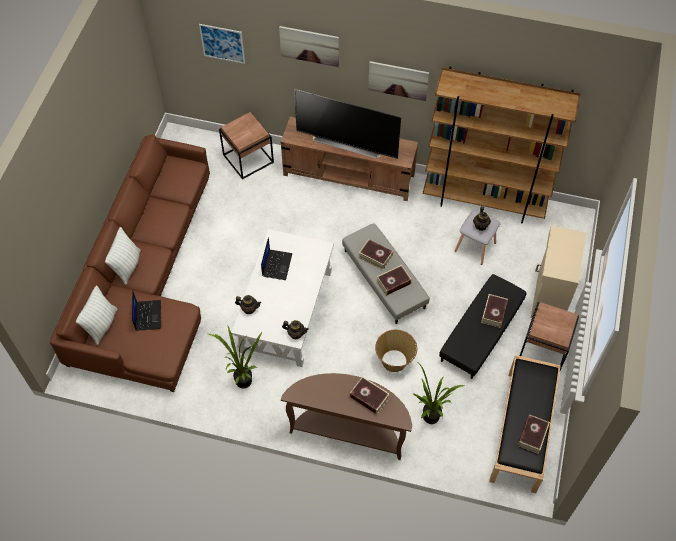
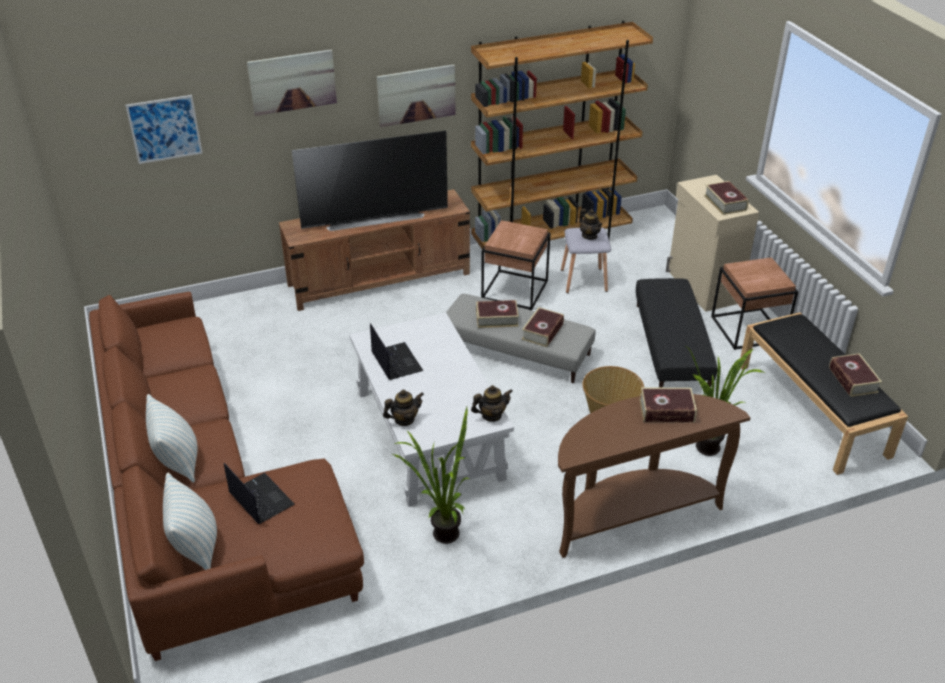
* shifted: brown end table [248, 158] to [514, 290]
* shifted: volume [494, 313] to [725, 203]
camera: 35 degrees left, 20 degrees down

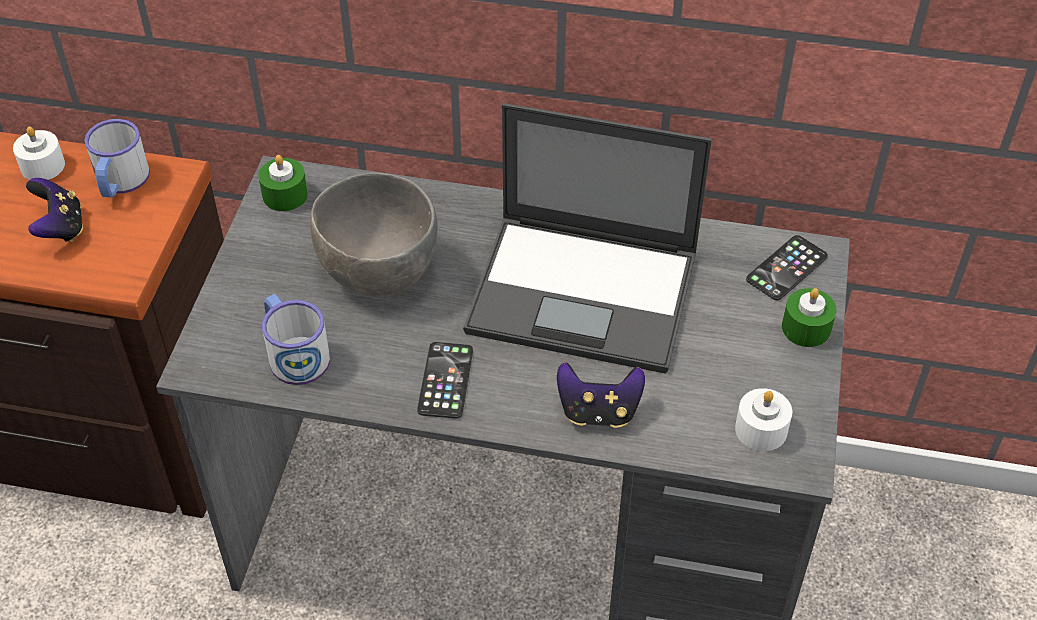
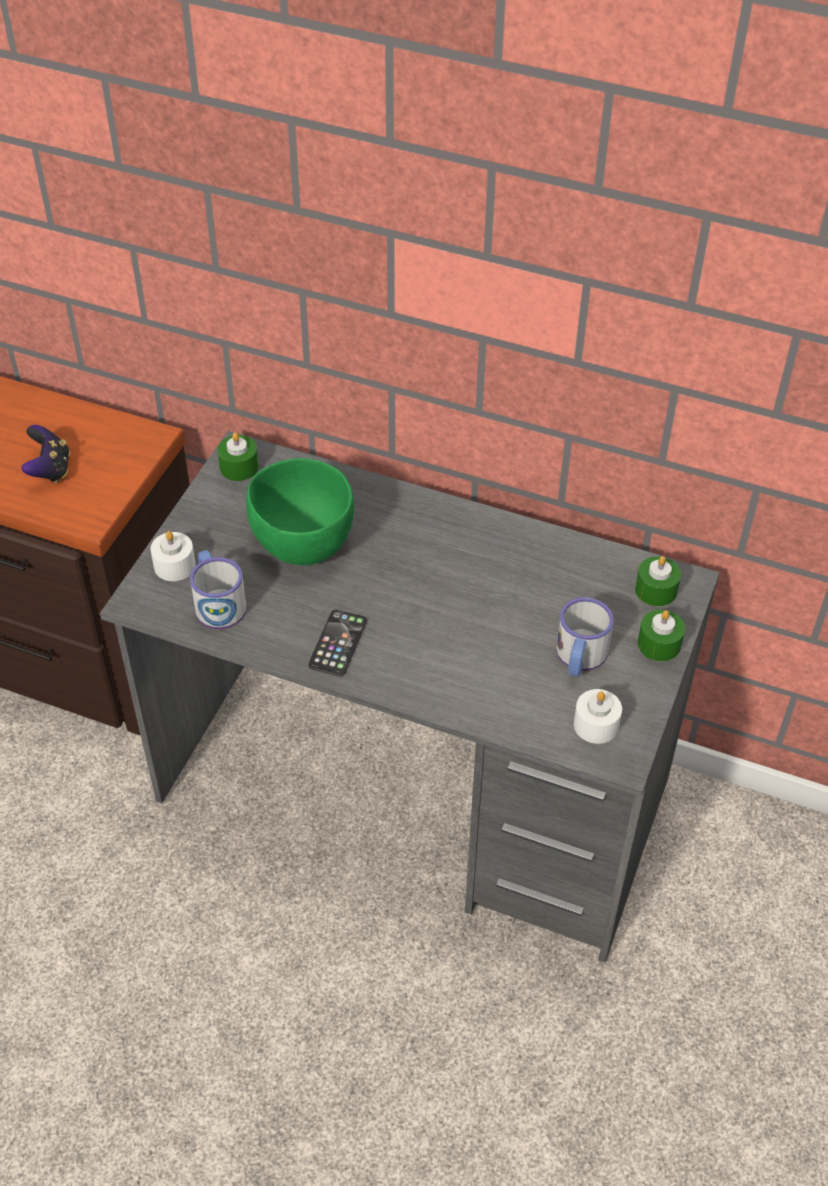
* gone: notebook computer [586, 293]
* shifted: mug [120, 182] to [579, 658]
* shifted: white-coloured wax light [42, 166] to [174, 565]
* repainted: gray serving bowl [378, 272] to greenish serving bowl [302, 544]
* swapped: telephone [786, 268] to greenish wax light [656, 590]
* gone: gamepad [598, 411]
camera: 10 degrees right, 0 degrees up

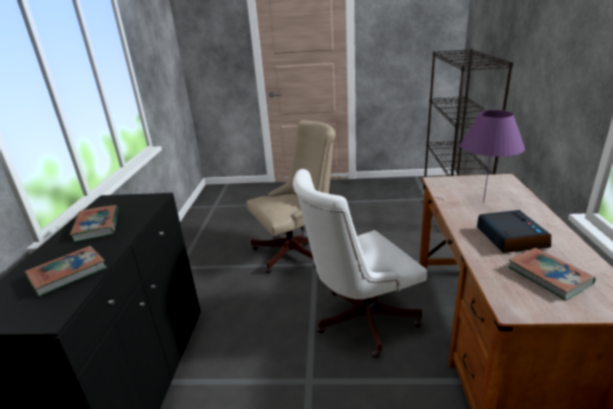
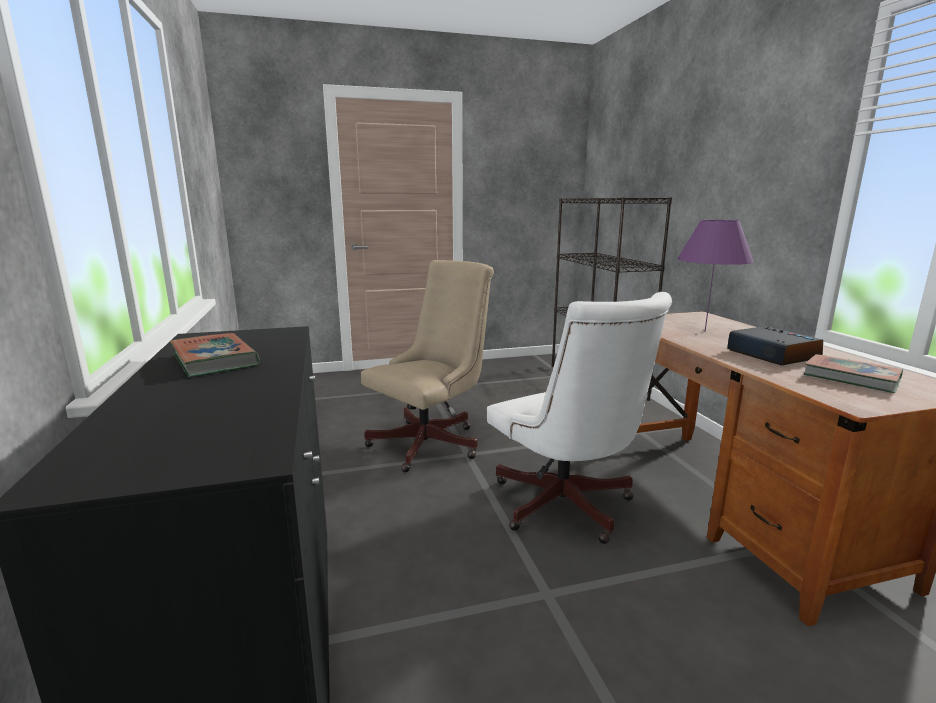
* rotated: white-coloured desk chair [359, 319] = [566, 508] 75 degrees counterclockwise
* gone: volume [68, 273]
camera: 20 degrees left, 10 degrees down

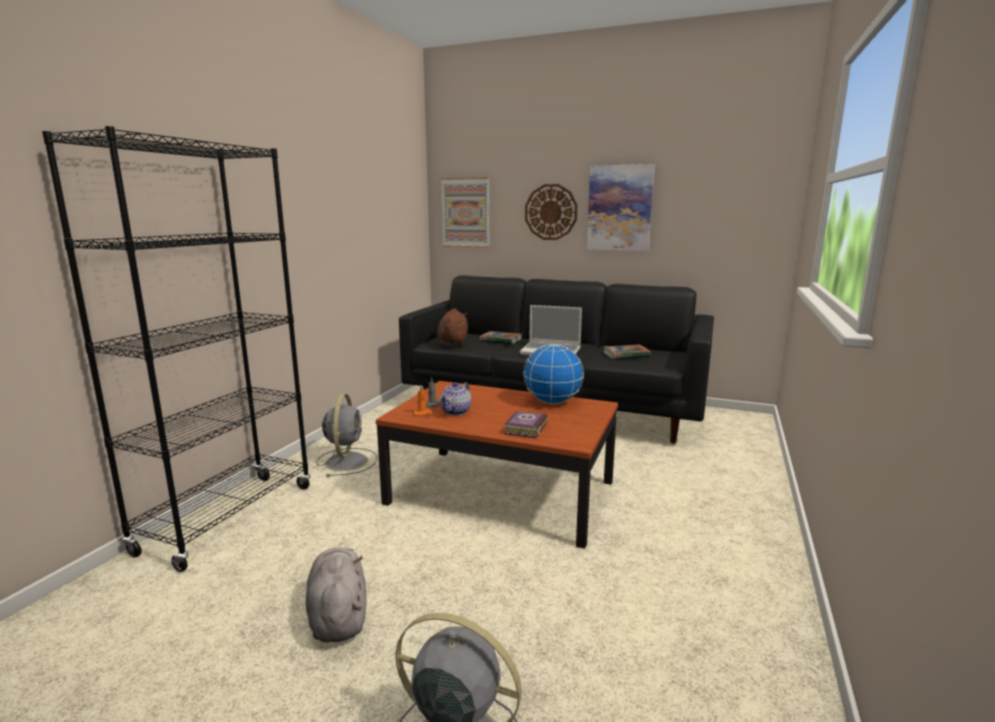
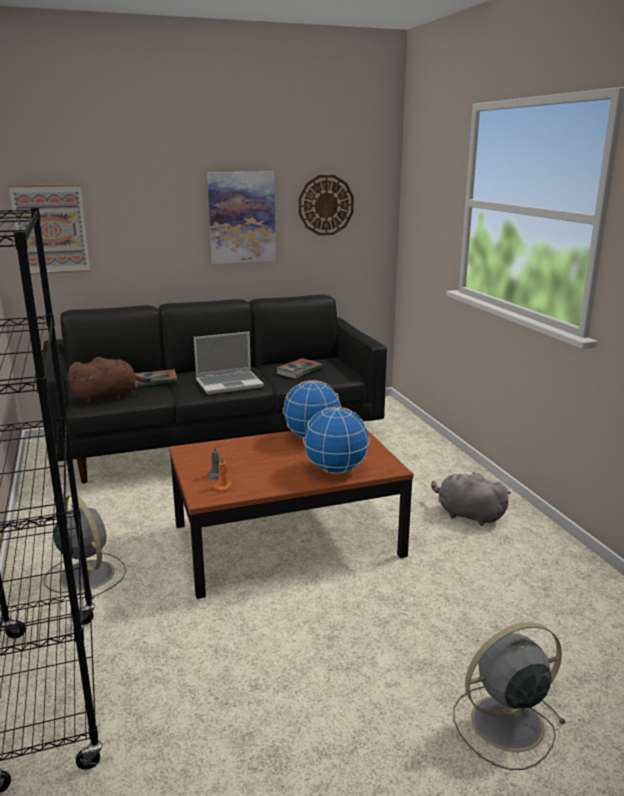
* shifted: wall clock [551, 212] to [325, 205]
* rotated: brown plush toy [453, 343] = [108, 397] 105 degrees clockwise
* gone: tea pot [456, 412]
* swapped: volume [524, 429] to desk globe [335, 470]
* shifted: gray plush toy [338, 615] to [467, 515]
camera: 40 degrees left, 5 degrees up

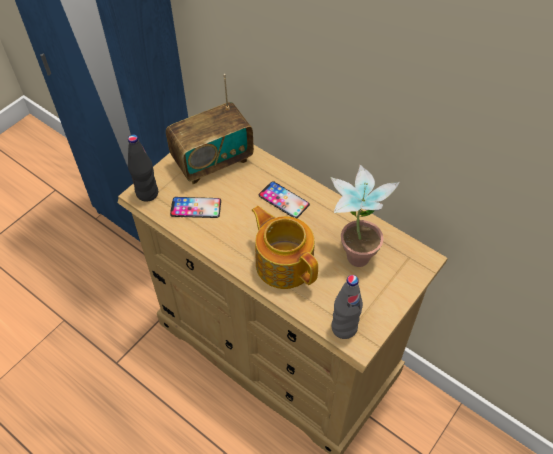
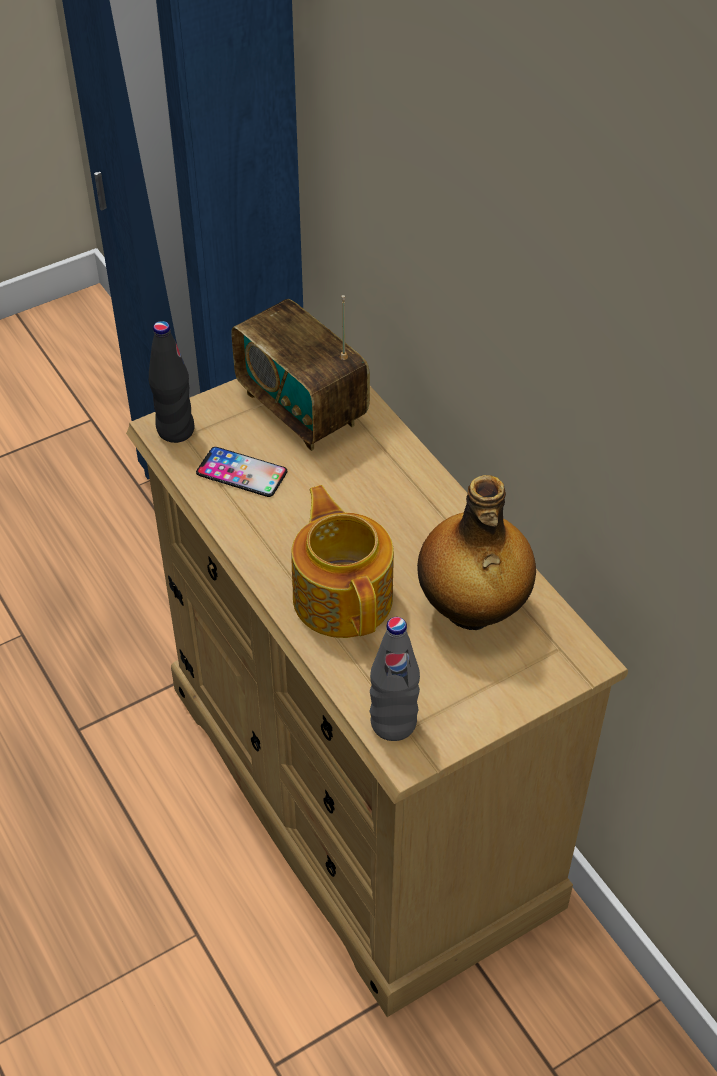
* rotated: radio receiver [212, 161] = [302, 408] 60 degrees clockwise
* swapped: plant in a pot [355, 250] to beverage bottle [471, 611]
* gone: telephone [283, 200]
camera: 20 degrees right, 5 degrees down

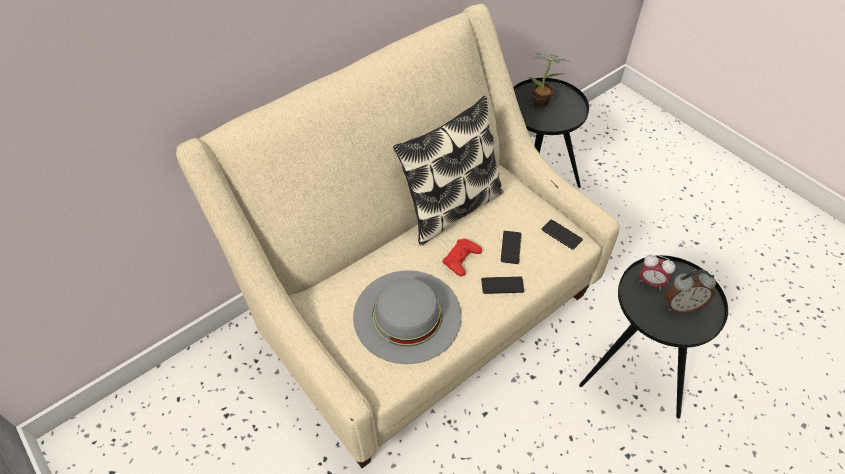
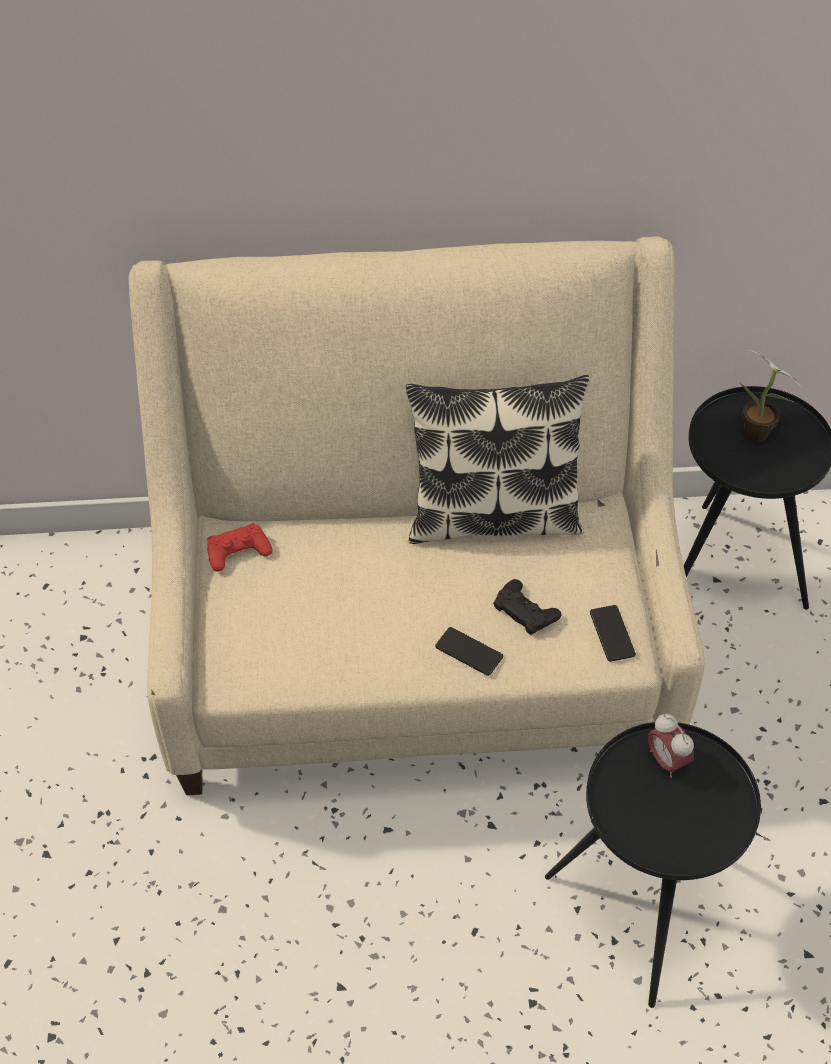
* swapped: telephone [511, 247] to black-coloured gamepad [525, 611]
* shifted: red-coloured gamepad [461, 259] to [238, 551]
* gone: gray clothing hat [407, 315]
* gone: table clock [681, 306]
camera: 35 degrees right, 0 degrees up

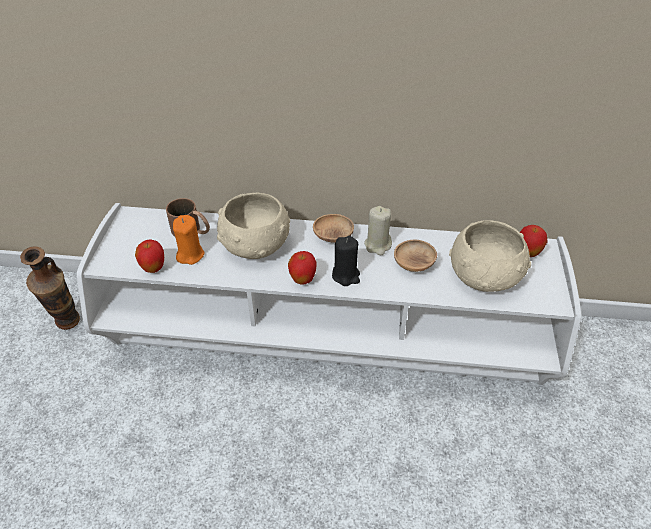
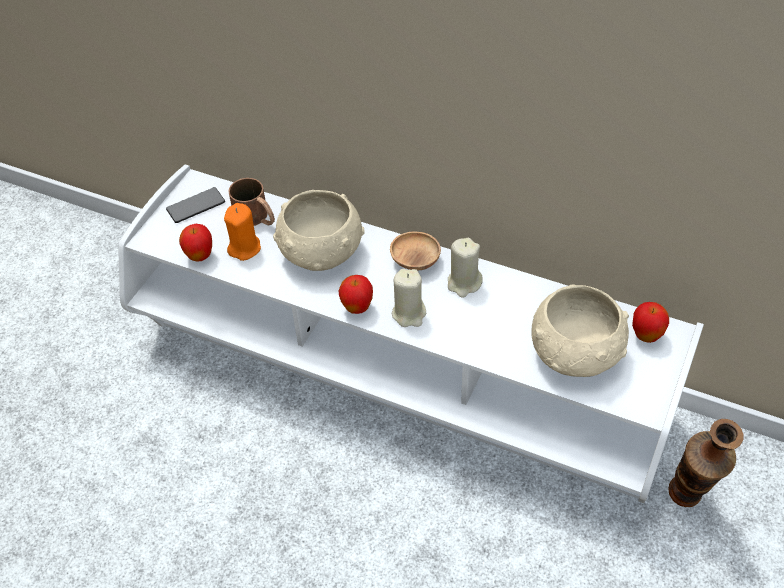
* repainted: black-coloured wax light [346, 275] to sand-coloured wax light [409, 313]
* gone: brown serving bowl [413, 264]
* shifted: flower vase [69, 327] to [687, 504]
* new: telephone [196, 206]
camera: 20 degrees right, 5 degrees up

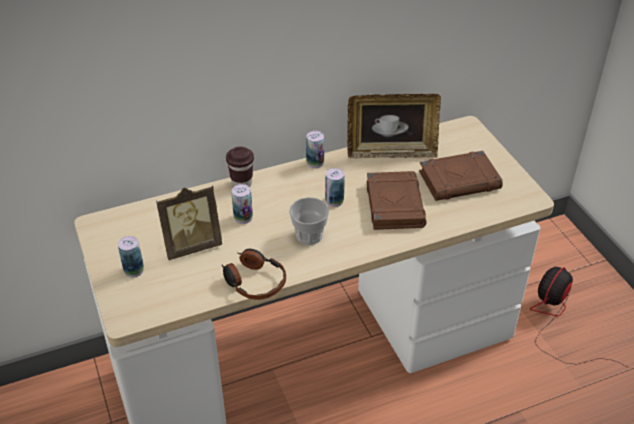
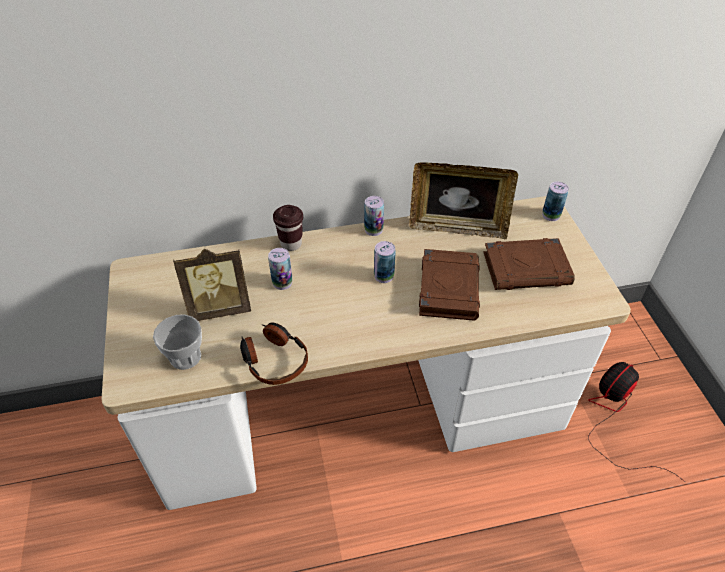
* shifted: cup [309, 235] to [185, 357]
* shifted: can [134, 270] to [551, 215]
camera: 10 degrees right, 5 degrees up

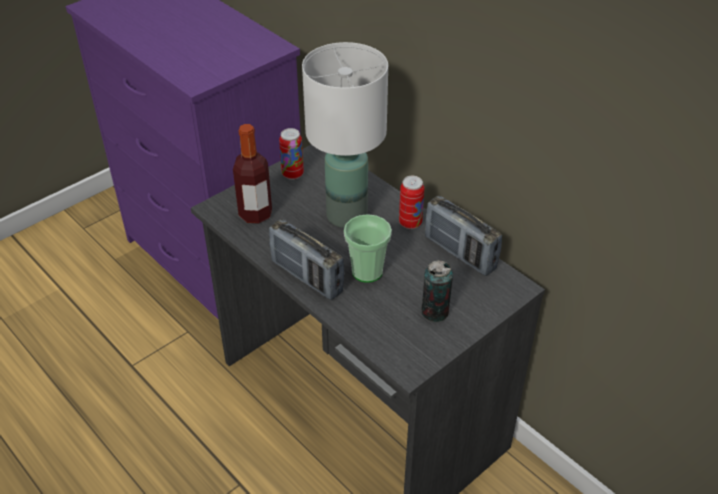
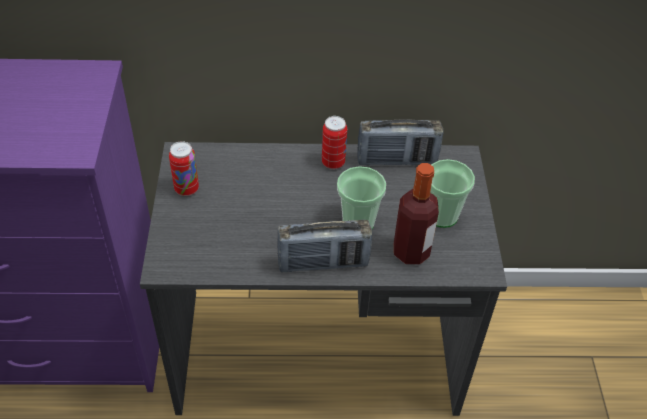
* gone: white-coloured lamp for a table [345, 215]
* shifted: beverage bottle [255, 214] to [411, 252]
* swapped: can [435, 312] to cup [442, 216]
camera: 50 degrees left, 5 degrees up

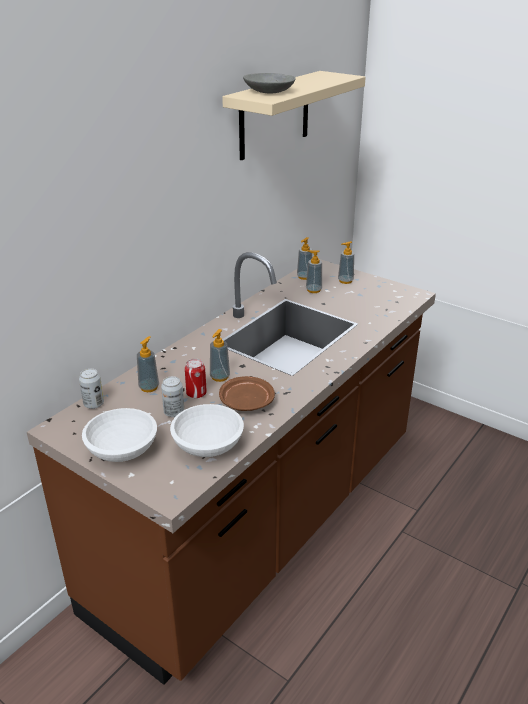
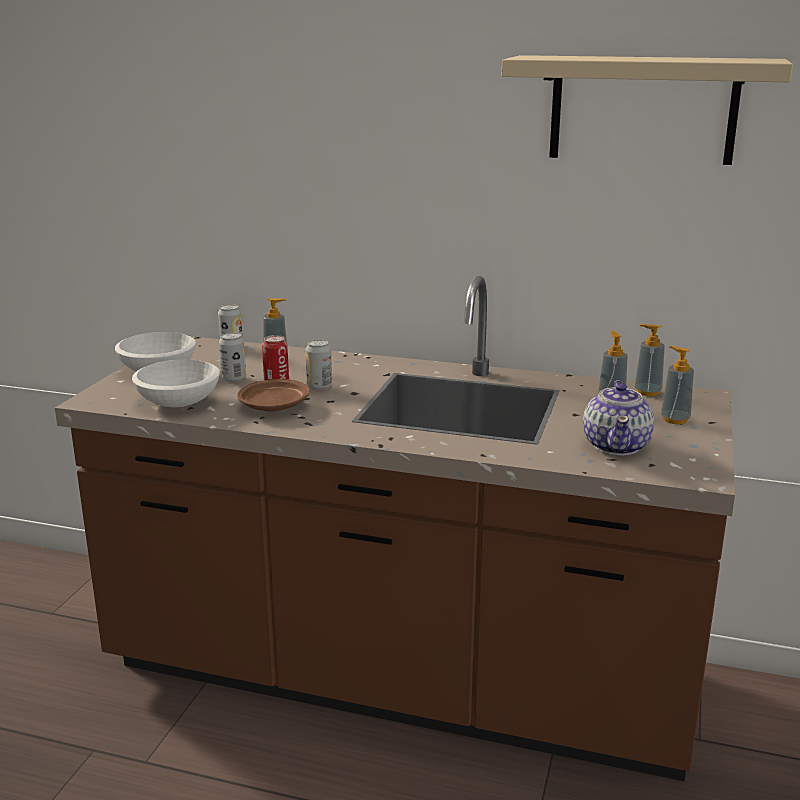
* gone: gray serving bowl [270, 91]
* swapped: liquid soap bottle [220, 377] to can [319, 386]
* new: tea pot [617, 445]
camera: 70 degrees right, 10 degrees down

